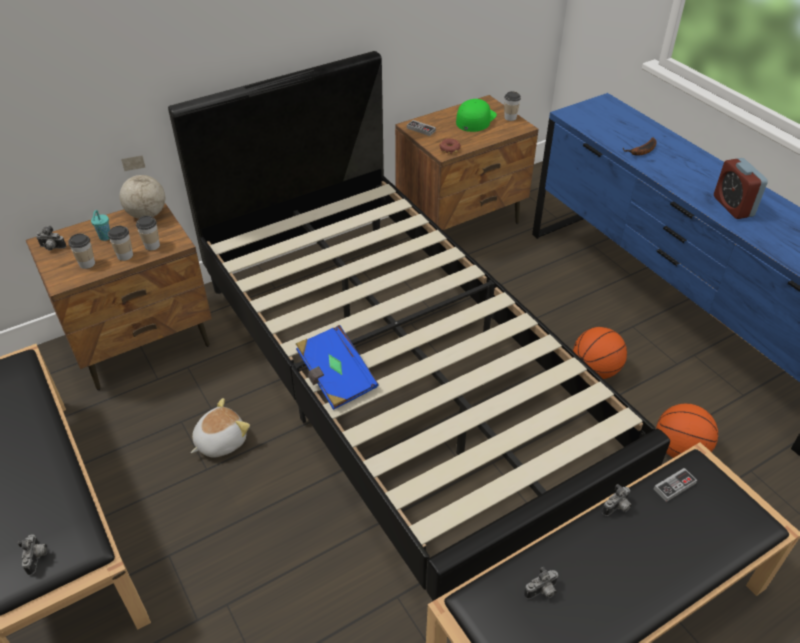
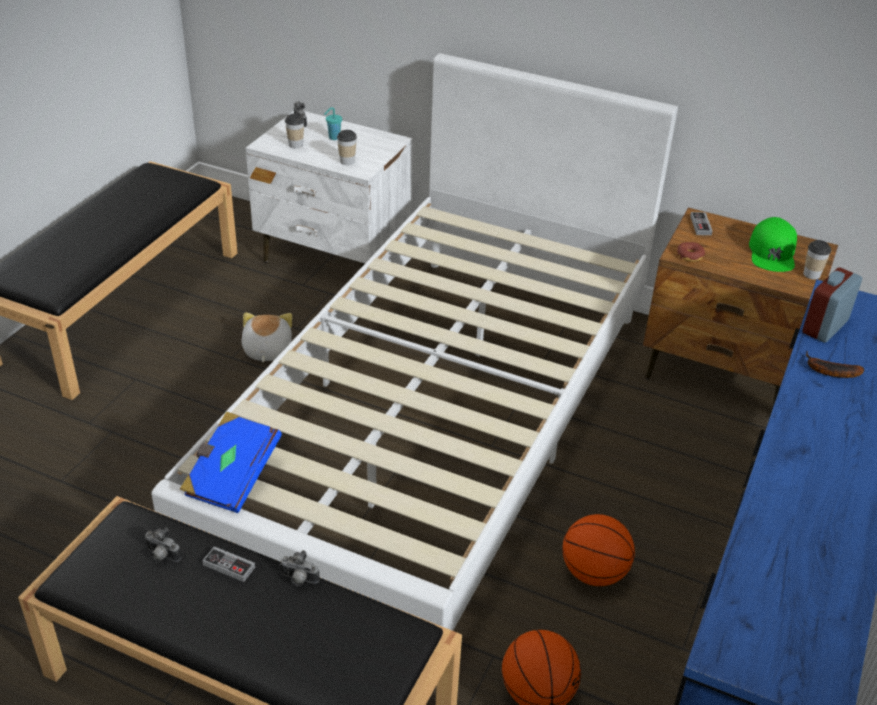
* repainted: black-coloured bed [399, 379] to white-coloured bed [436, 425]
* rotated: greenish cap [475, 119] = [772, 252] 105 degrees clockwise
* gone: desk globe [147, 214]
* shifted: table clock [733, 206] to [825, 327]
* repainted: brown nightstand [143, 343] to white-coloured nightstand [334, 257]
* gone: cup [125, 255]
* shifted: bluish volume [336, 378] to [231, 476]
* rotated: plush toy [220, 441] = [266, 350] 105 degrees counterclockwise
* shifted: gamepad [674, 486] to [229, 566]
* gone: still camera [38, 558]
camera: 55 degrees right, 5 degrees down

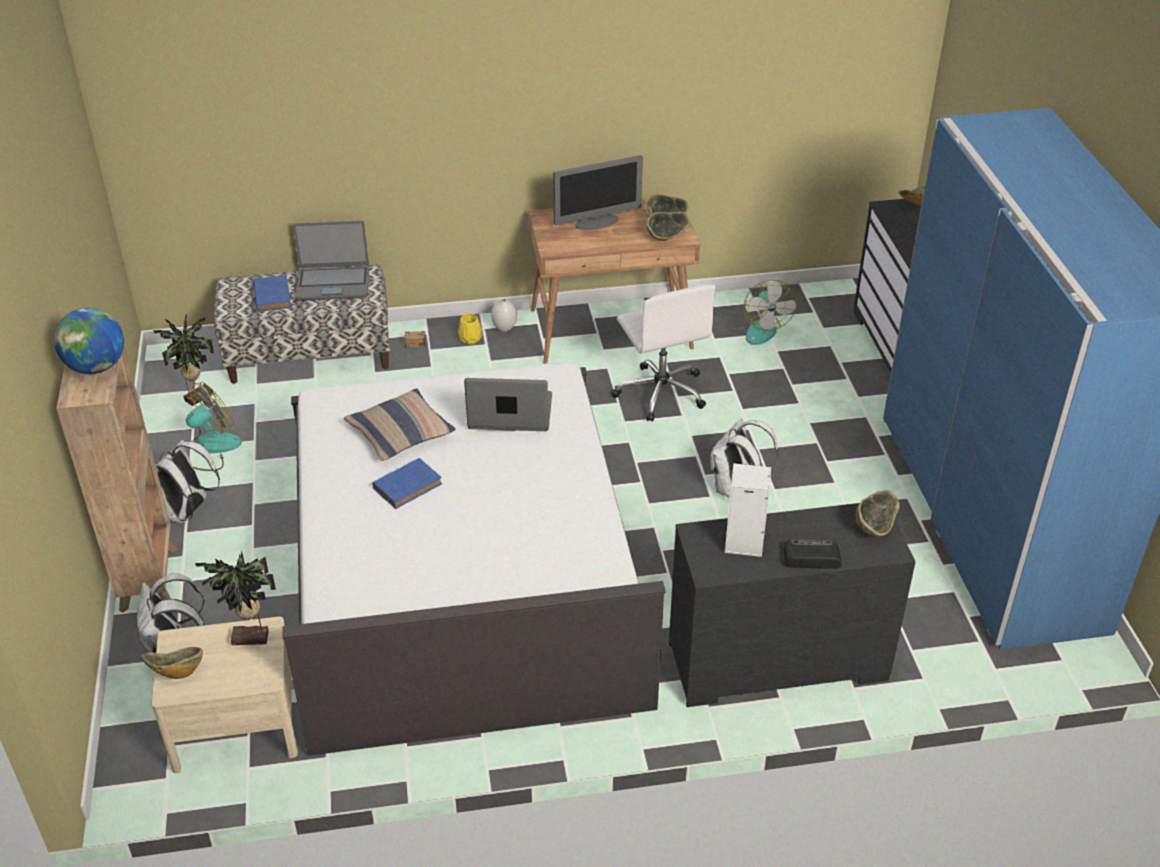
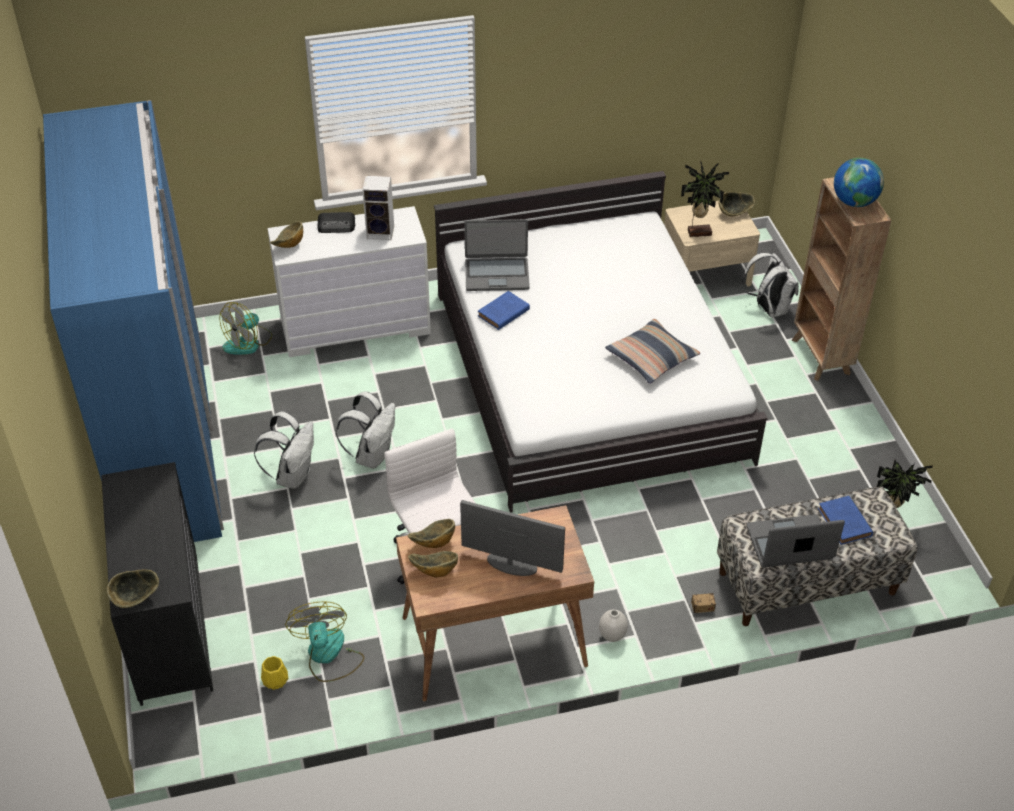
* rotated: computer display [597, 222] = [511, 564] 45 degrees clockwise
* shifted: yellowish flower vase [471, 339] to [274, 680]
* shifted: notebook computer [510, 413] to [497, 274]
* shifted: cooling fan [209, 448] to [248, 342]
* shifted: white-coloured rucksack [186, 512] to [293, 475]
* shifted: bluish volume [409, 485] to [502, 313]
* repainted: black-coloured dresser [777, 663] to white-coloured dresser [355, 326]
camera: 175 degrees right, 5 degrees up

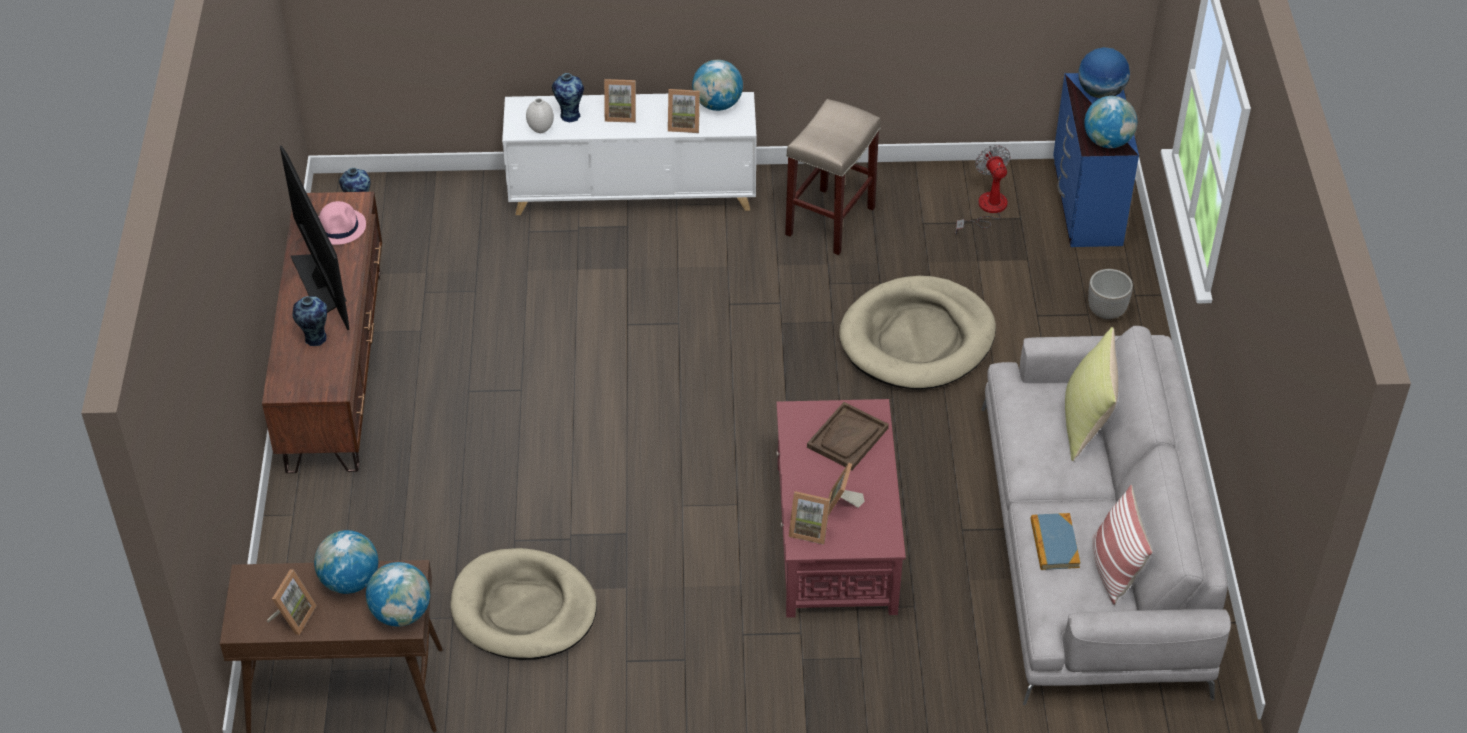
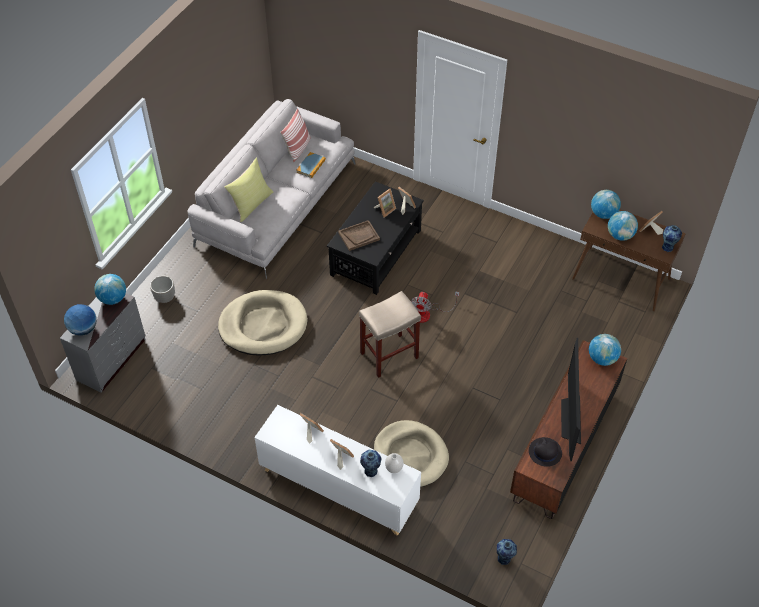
* shifted: desk globe [717, 104] to [602, 358]
* repainted: bluish dresser [1086, 204] to gray dresser [112, 359]
* shifted: sand-coloured stool [830, 220] to [388, 356]
* shifted: cooling fan [986, 209] to [427, 313]
* repainted: pink clothing hat [339, 227] to black-coloured clothing hat [545, 452]
* shifted: flower vase [314, 339] to [668, 247]
* repainted: red-coloured coffee table [835, 538] to black-coloured coffee table [376, 252]
* shifted: sand-coloured dog bed [523, 609] to [410, 455]
camera: 150 degrees left, 5 degrees up

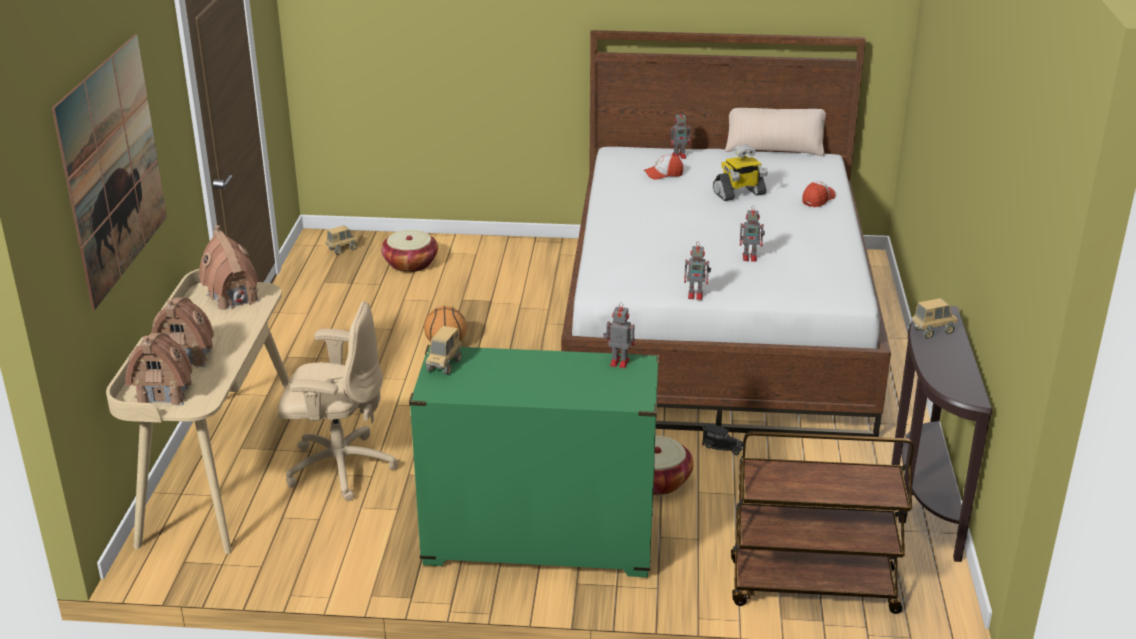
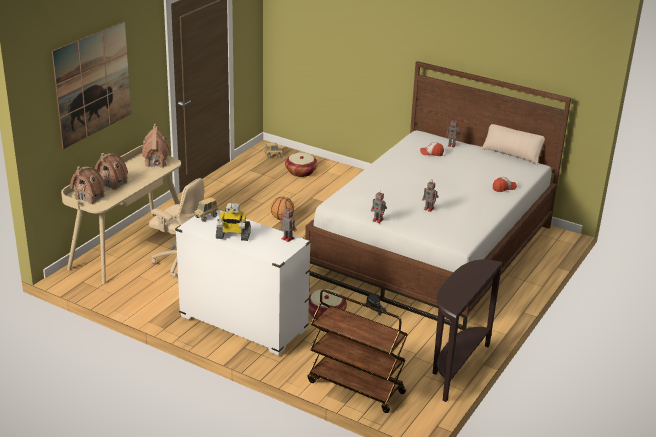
* shifted: robot figure [739, 194] to [233, 236]
* gone: model truck [932, 331]
* repainted: greenish dresser [539, 541] to white-coloured dresser [243, 323]
camera: 25 degrees right, 0 degrees up

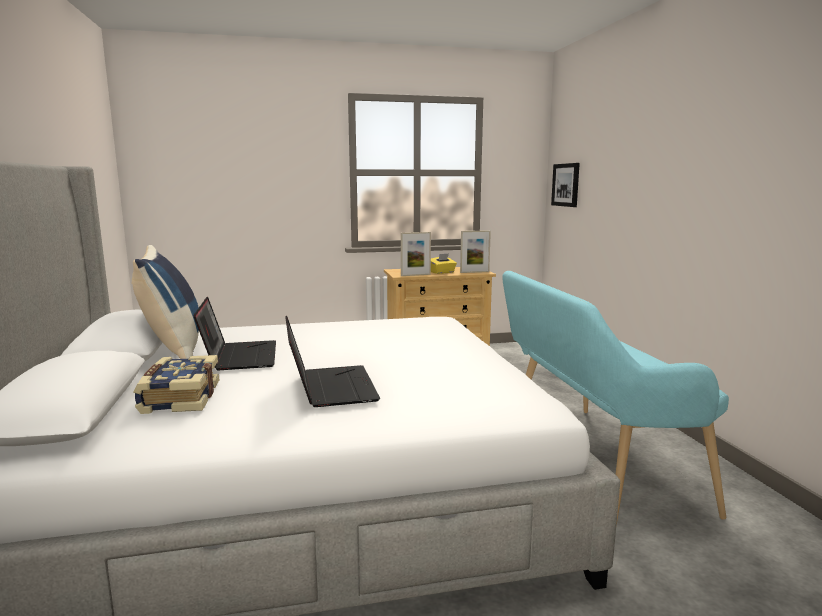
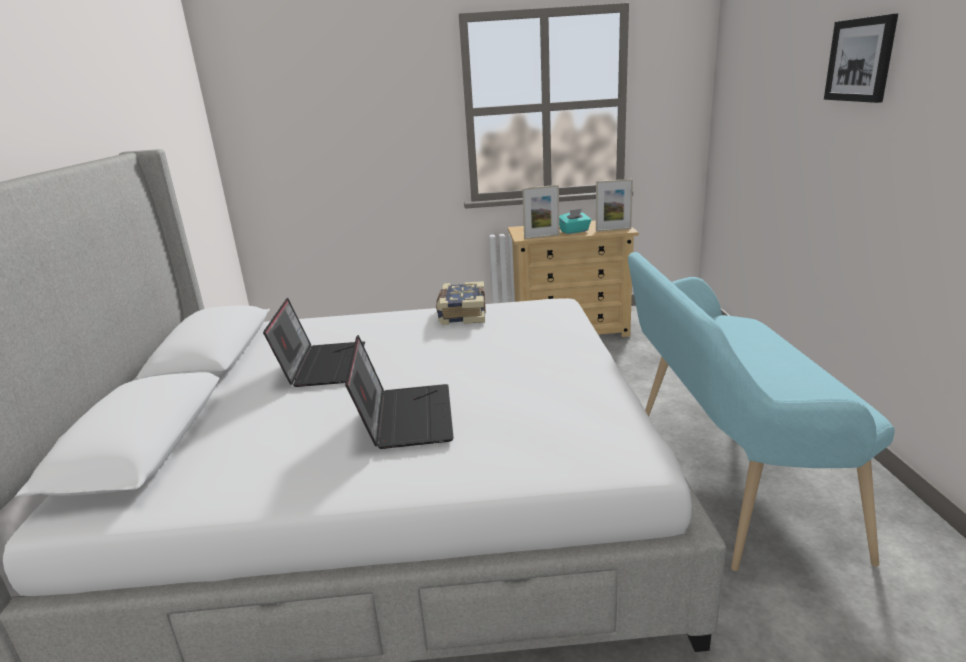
* shifted: wall art [566, 185] to [860, 60]
* gone: bluish cushion [173, 349]
* repainted: yellowish tissue box [442, 272] to blue-green tissue box [574, 231]
* shifted: volume [179, 398] to [461, 314]
camera: 10 degrees right, 10 degrees up

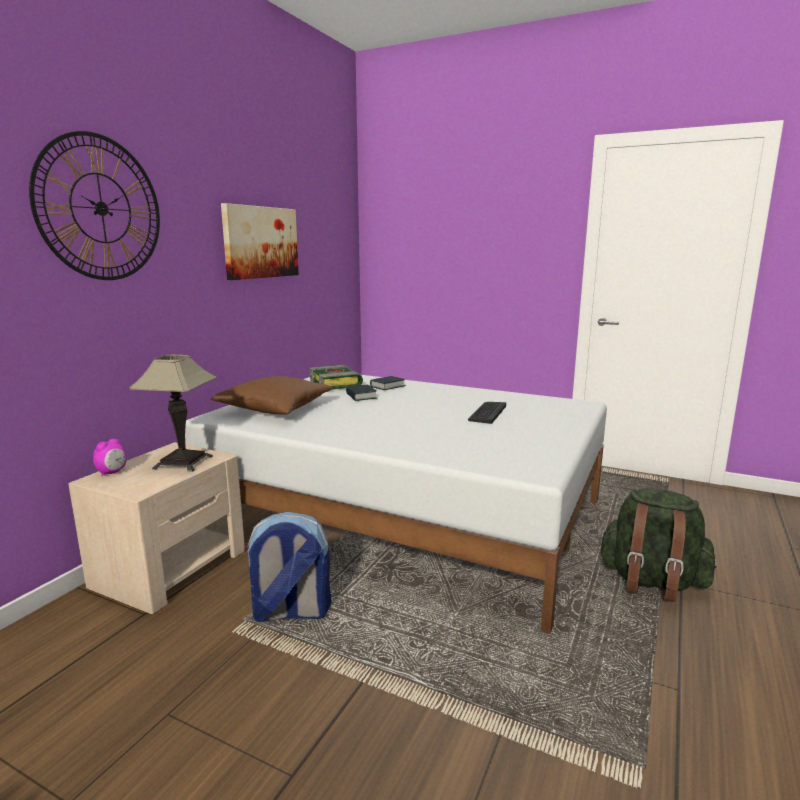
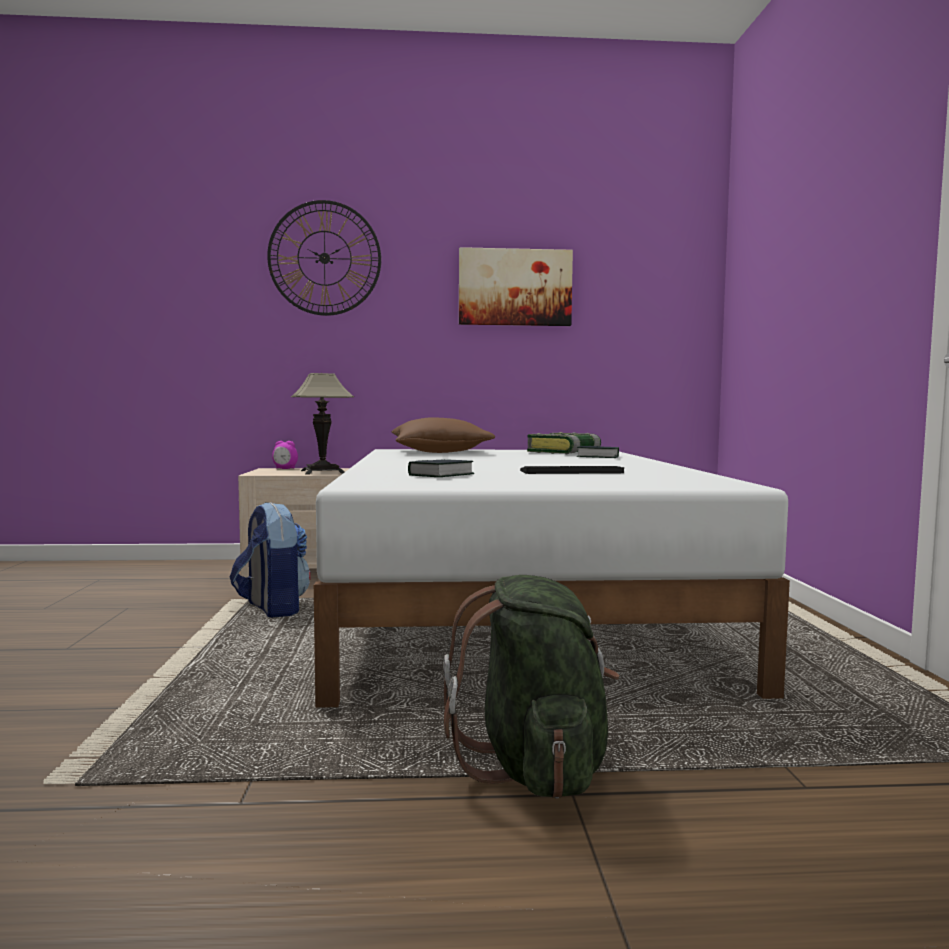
* shifted: volume [361, 396] to [441, 475]
camera: 60 degrees right, 10 degrees down

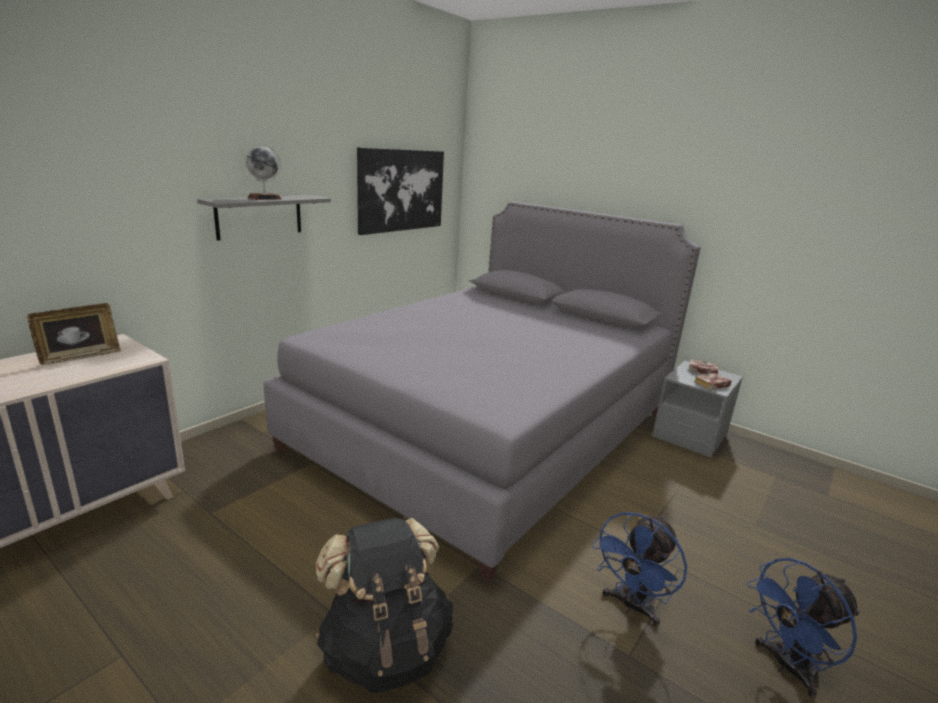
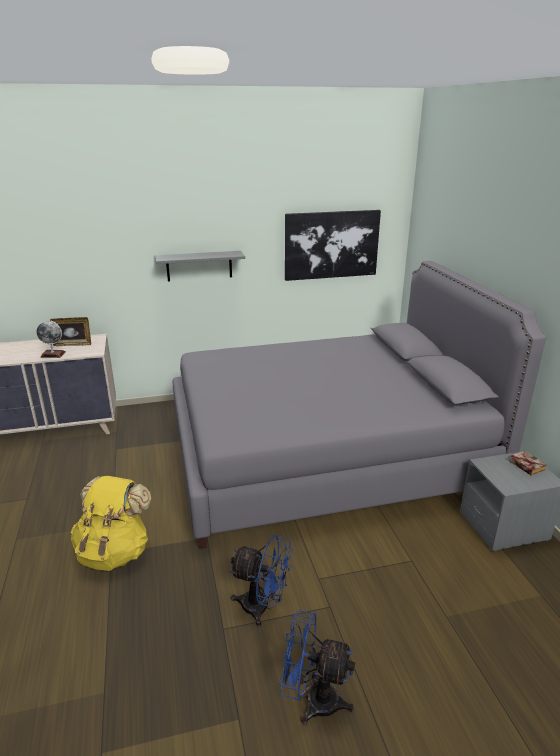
* shifted: desk globe [265, 198] to [53, 354]
* gone: volume [711, 385]
* rotated: bluish cooling fan [631, 606] = [262, 607] 150 degrees counterclockwise
* repainted: black-coloured rucksack [385, 649] to yellowish rucksack [115, 552]
camera: 40 degrees right, 5 degrees up

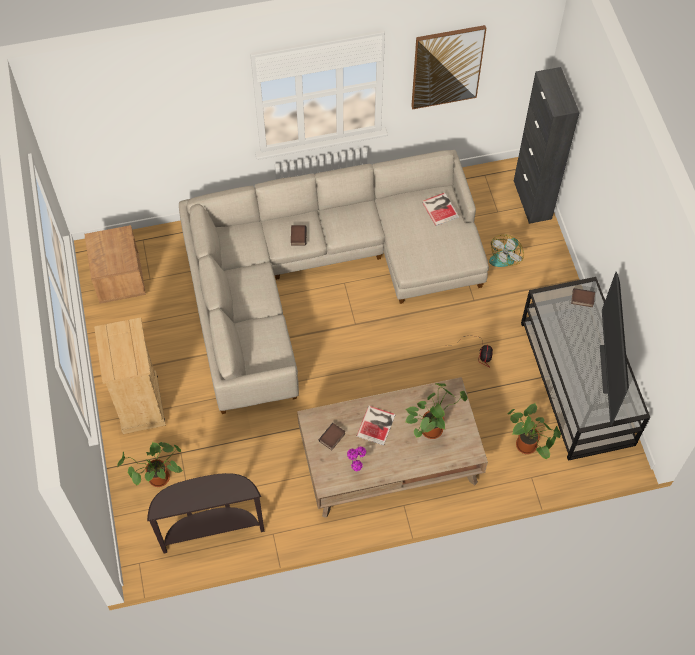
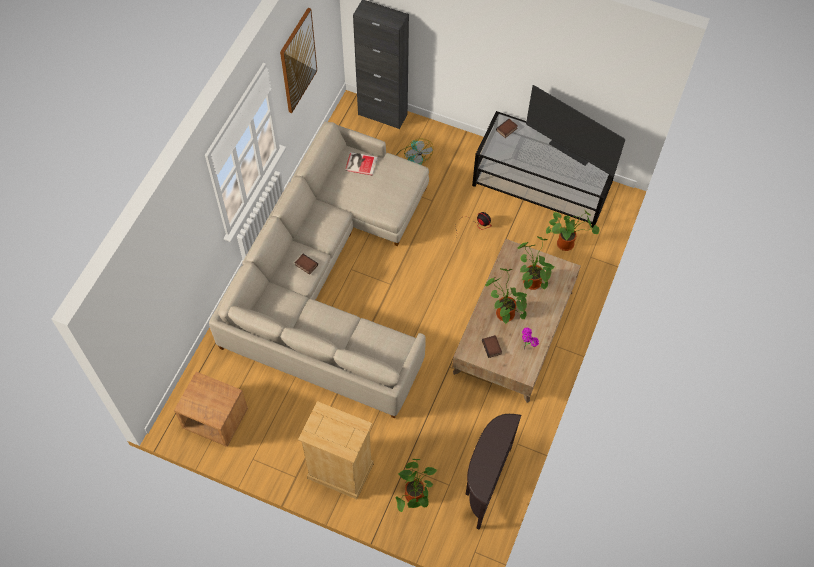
* swapped: volume [377, 424] to plant in a pot [503, 313]
camera: 55 degrees left, 0 degrees up

